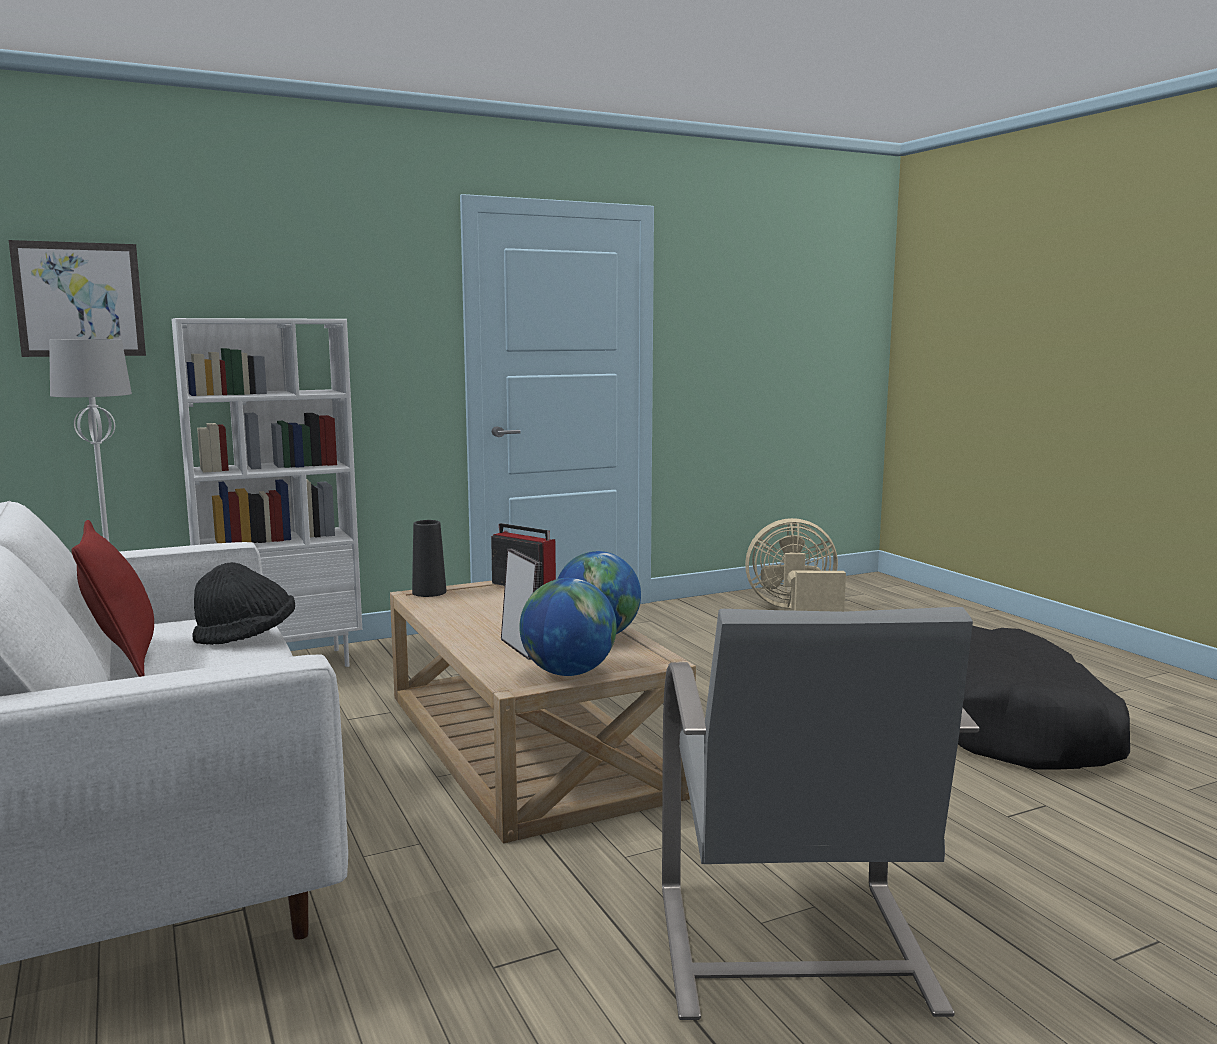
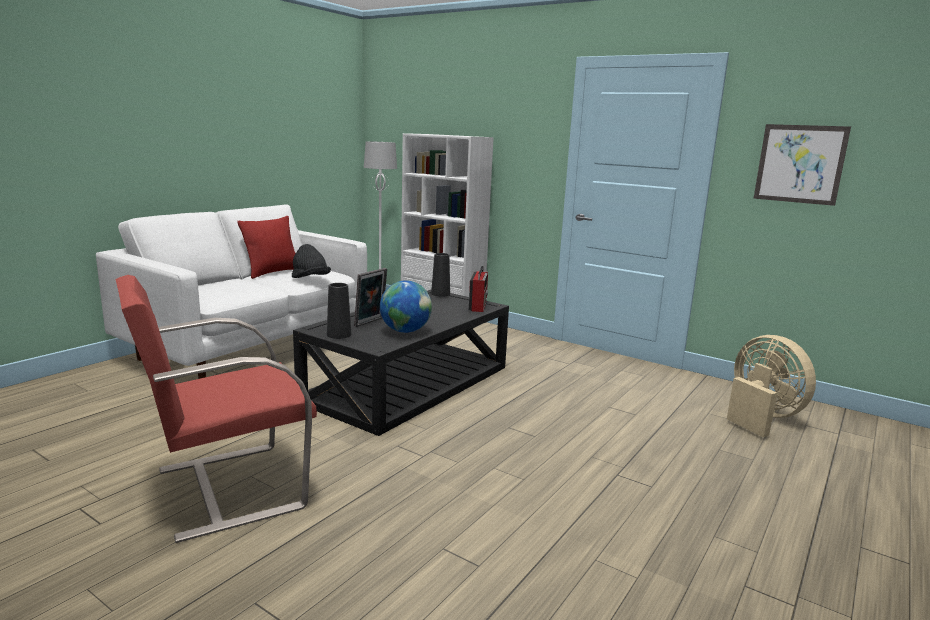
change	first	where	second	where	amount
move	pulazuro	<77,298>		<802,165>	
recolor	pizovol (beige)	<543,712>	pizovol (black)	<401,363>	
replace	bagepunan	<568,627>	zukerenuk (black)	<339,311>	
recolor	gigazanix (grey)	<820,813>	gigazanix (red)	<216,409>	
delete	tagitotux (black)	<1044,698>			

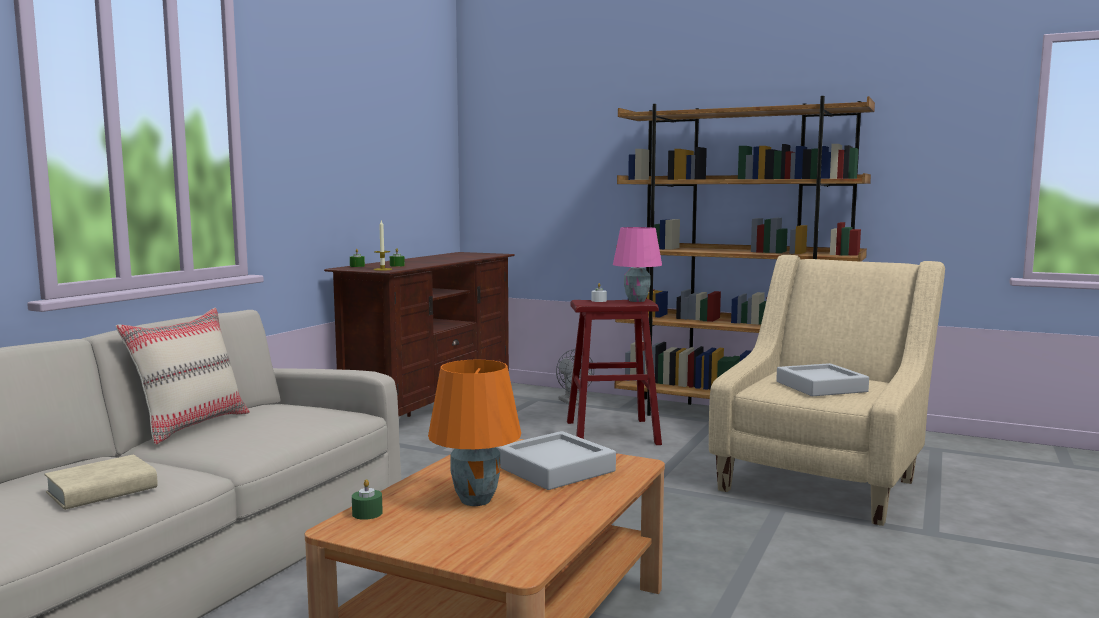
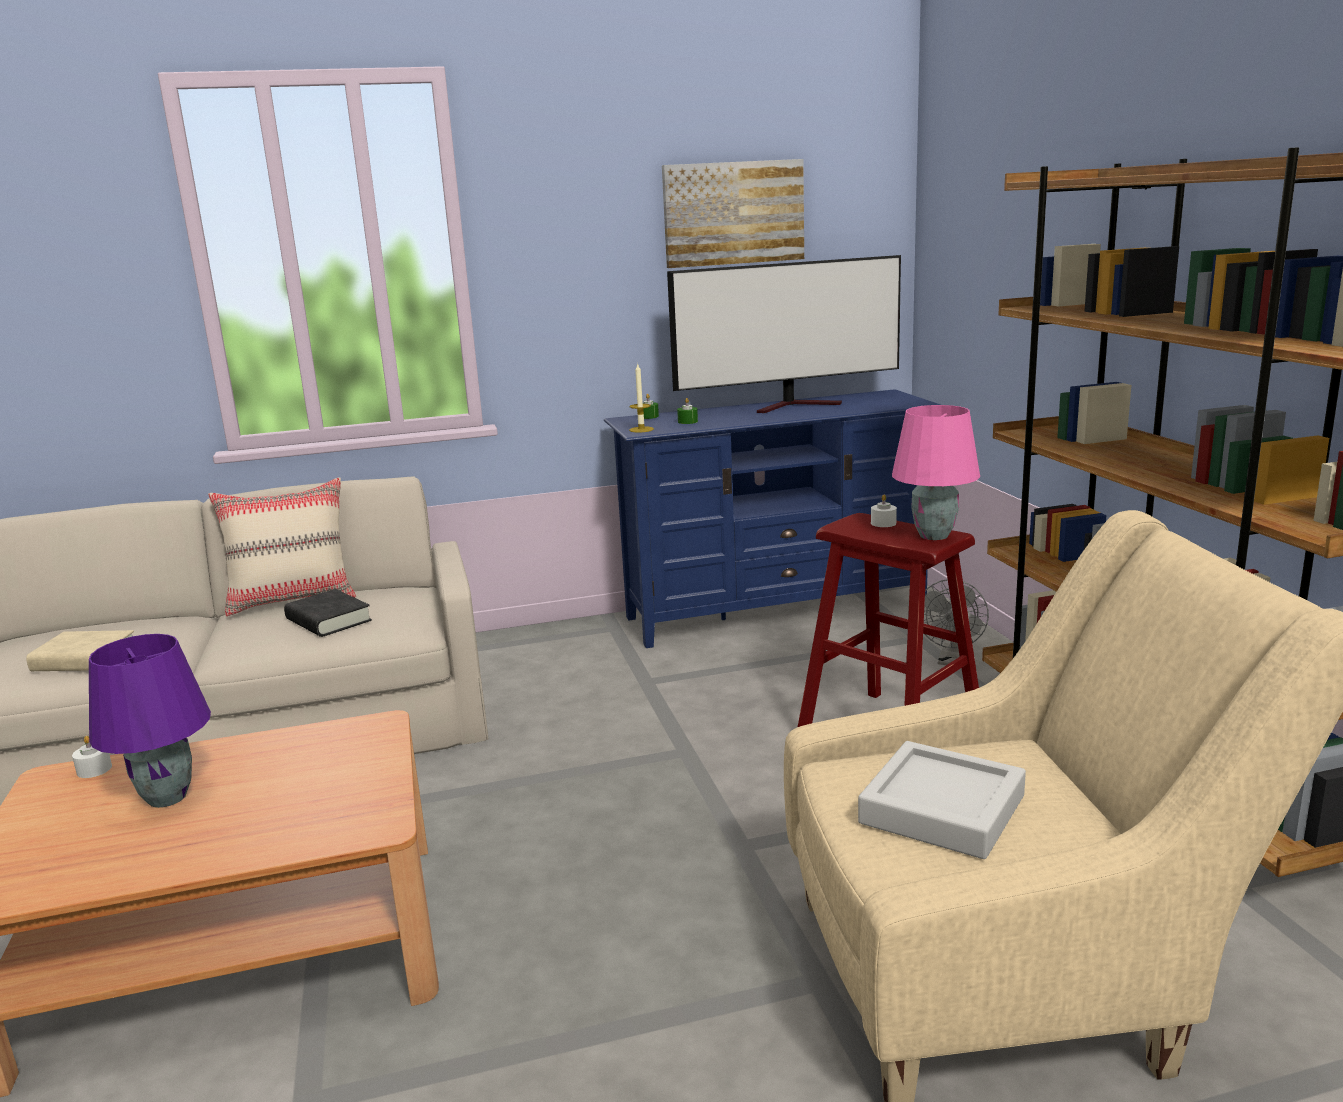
change	first	where	second	where	amount
recolor	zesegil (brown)	<419,334>	zesegil (blue)	<772,518>	
recolor	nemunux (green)	<367,499>	nemunux (white)	<92,757>	
recolor	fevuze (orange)	<474,433>	fevuze (purple)	<150,721>	
delete	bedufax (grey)	<556,460>			
insert			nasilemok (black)	<328,613>	
insert			pulazuro	<733,213>	
insert			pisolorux	<784,334>	

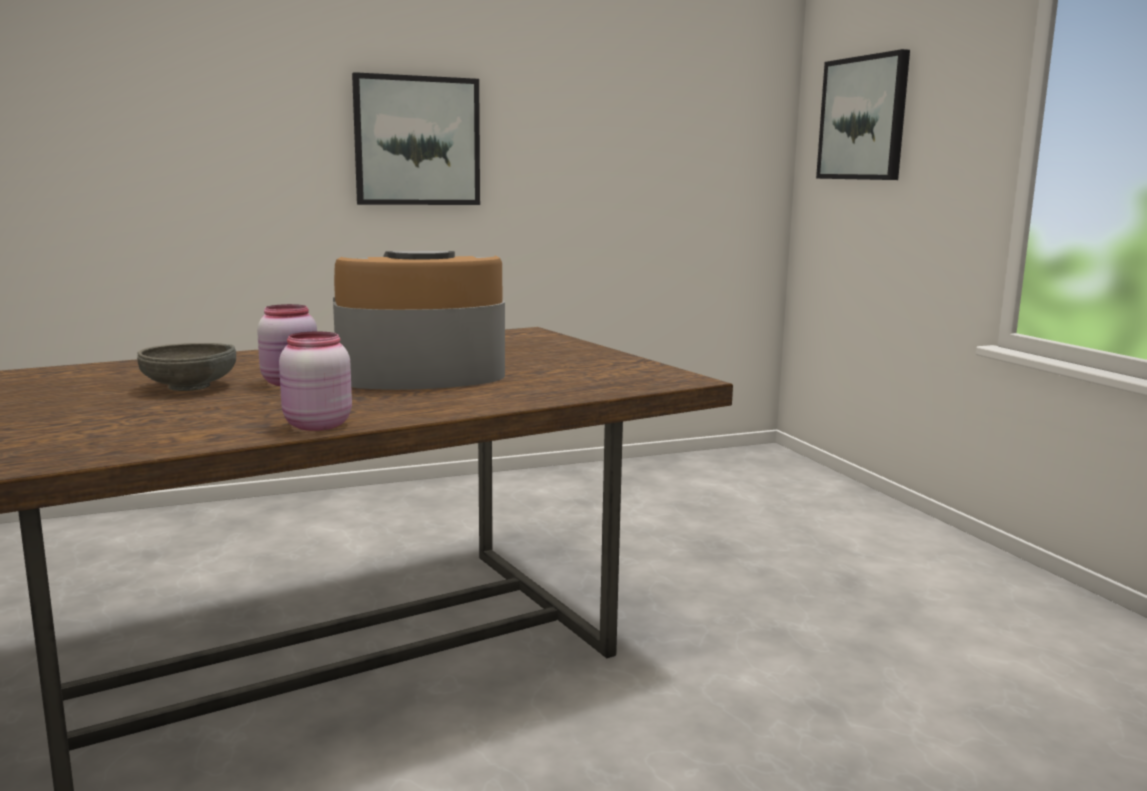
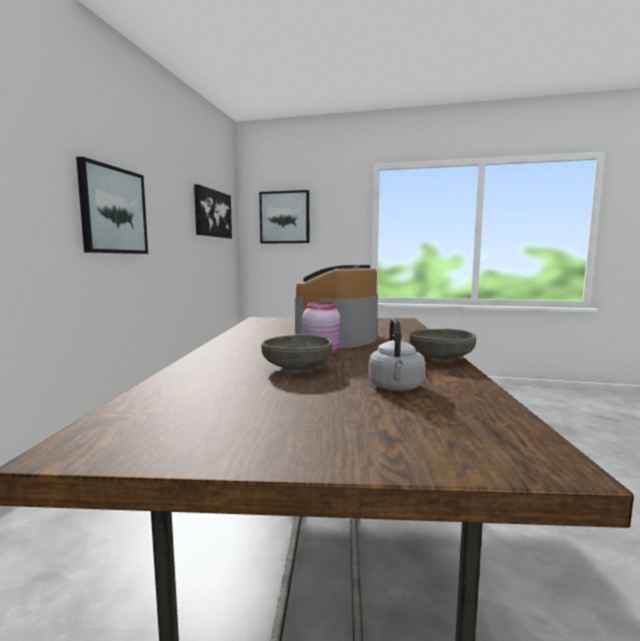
change	first	where	second	where	amount
replace	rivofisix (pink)	<315,381>	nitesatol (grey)	<442,345>	
insert			pulazuro	<213,211>	
insert			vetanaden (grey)	<396,354>	

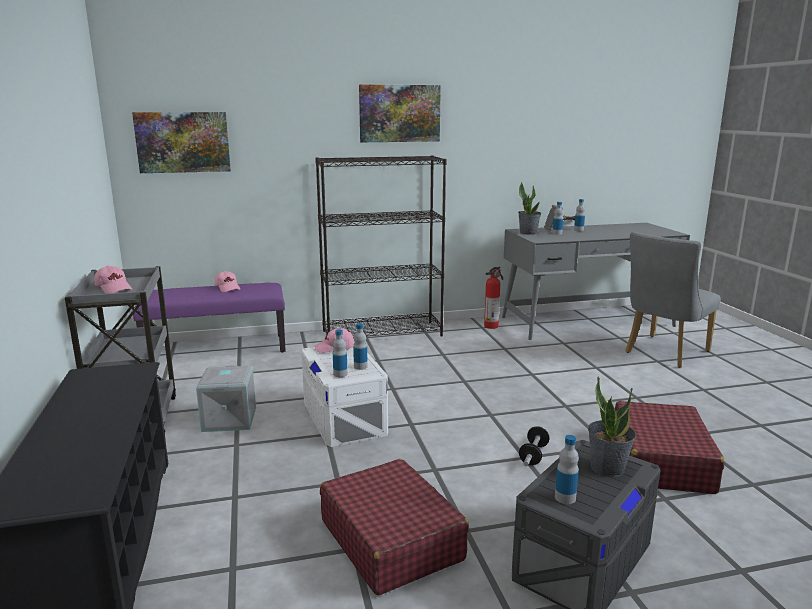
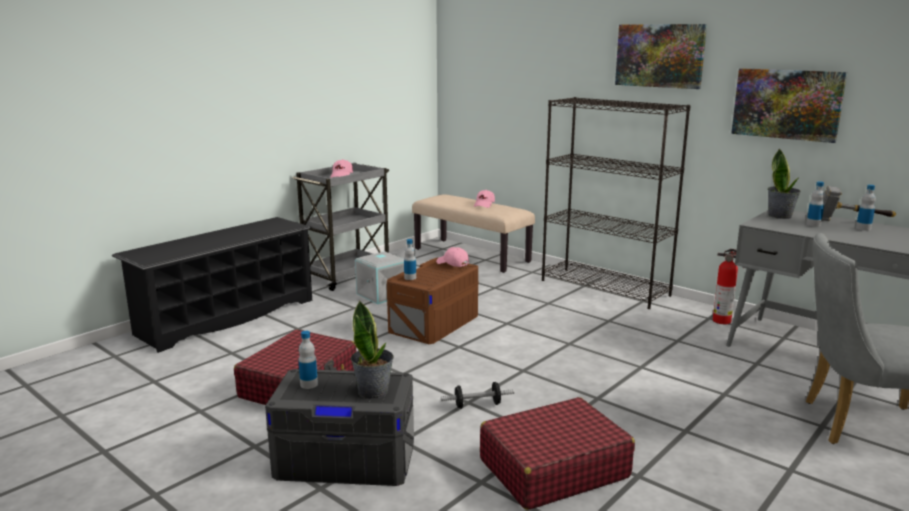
change	first	where	second	where	amount
move	pulazuro	<181,142>		<789,105>	
recolor	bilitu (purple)	<209,318>	bilitu (beige)	<473,233>	
recolor	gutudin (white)	<345,395>	gutudin (brown)	<432,300>	
delete	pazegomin	<360,346>			

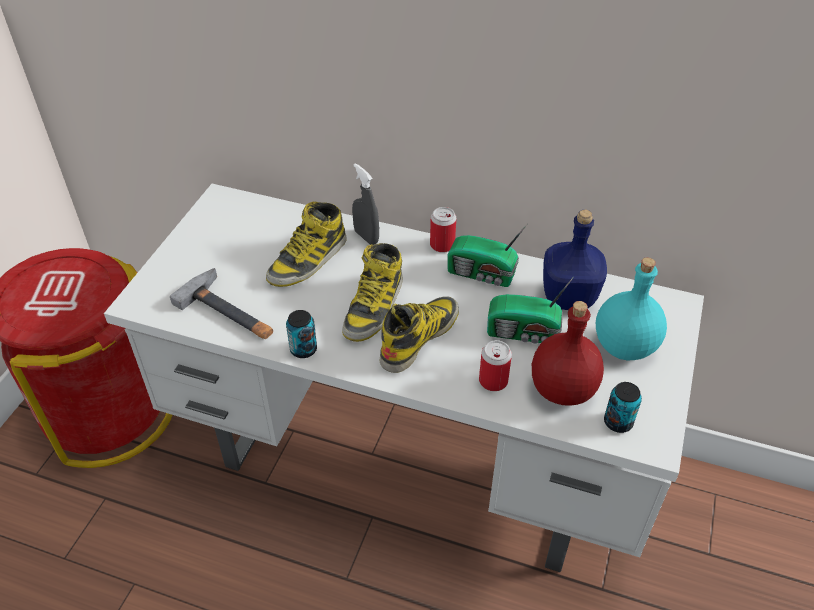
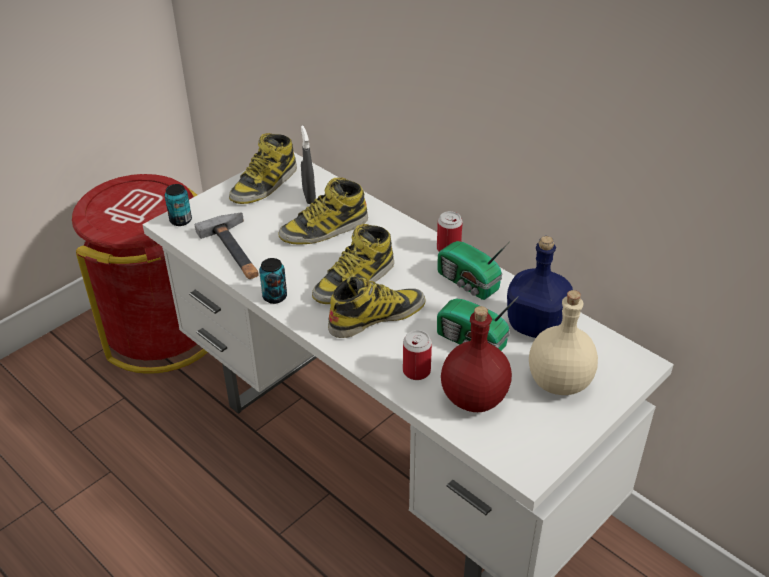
change	first	where	second	where	amount
move	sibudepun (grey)	<365,204>		<308,164>	
recolor	pazegomin (turquoise)	<631,308>	pazegomin (beige)	<563,342>	
move	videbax	<623,407>		<178,205>	
insert			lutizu	<263,168>	

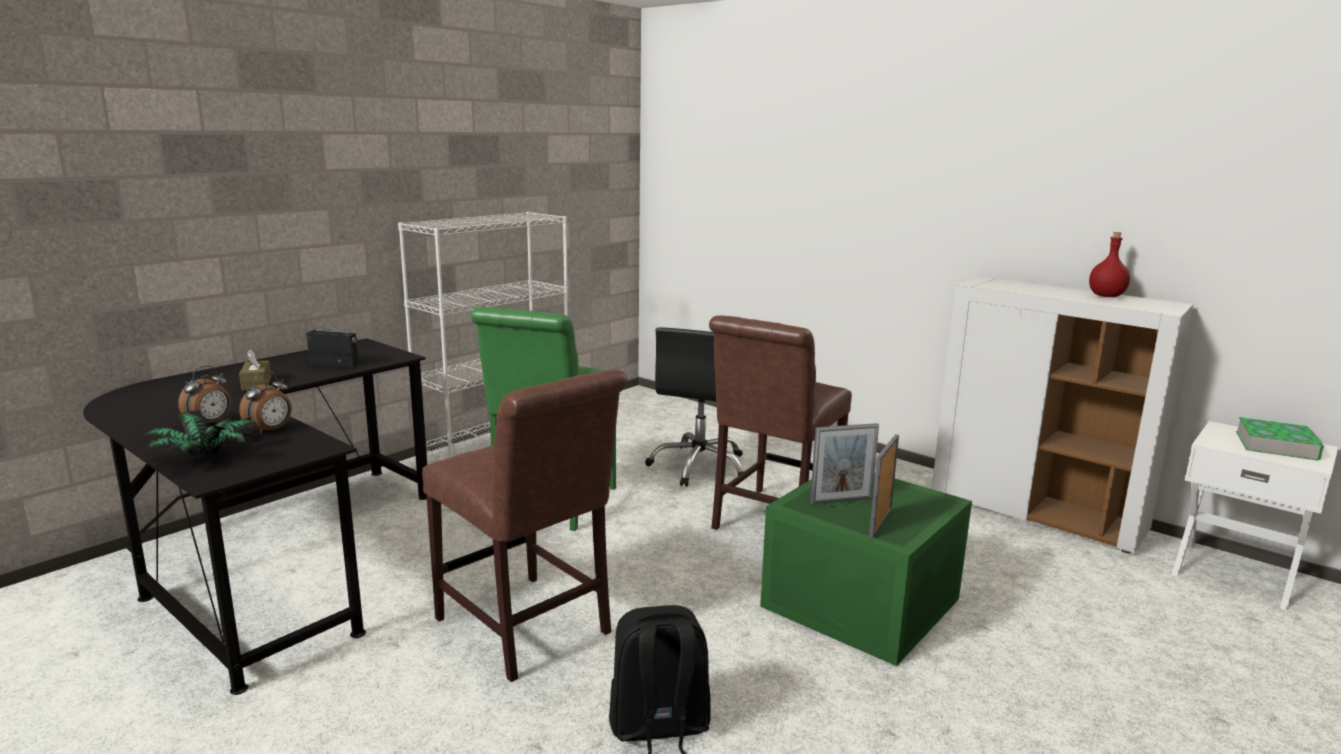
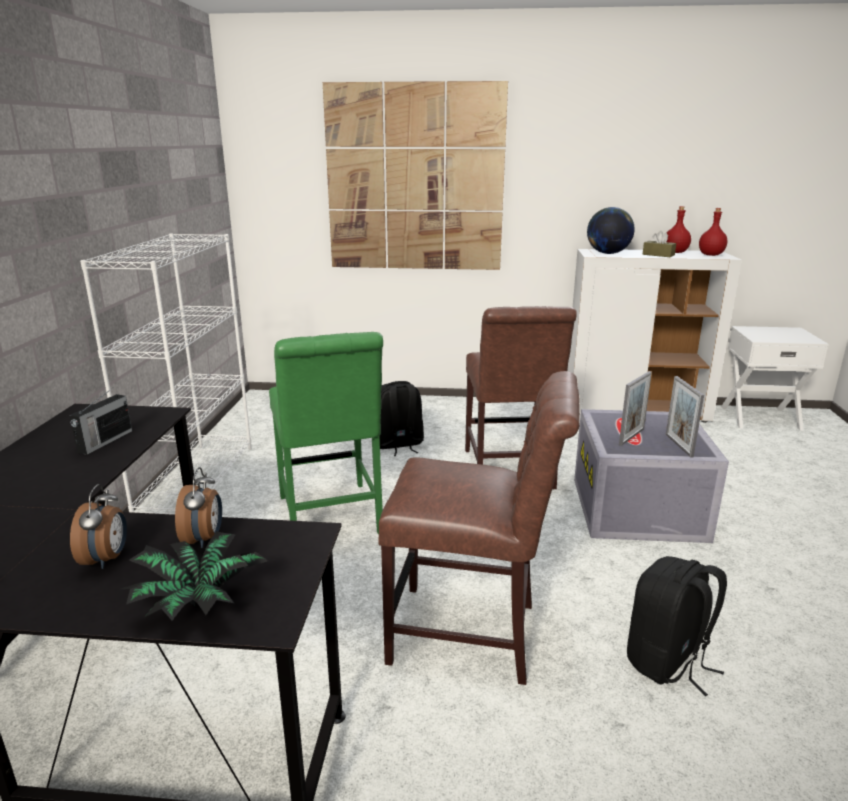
change	first	where	second	where	amount
move	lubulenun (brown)	<255,370>		<659,244>	
rotate	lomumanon	<332,345>		<100,421>	135 degrees clockwise
replace	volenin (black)	<694,407>	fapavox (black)	<402,418>	
recolor	gutudin (green)	<866,569>	gutudin (grey)	<651,476>	
delete	nasilemok	<1280,439>			
insert			pulazuro	<415,175>	
insert			bagepunan	<611,230>	
insert			pazegomin (red)	<713,232>	

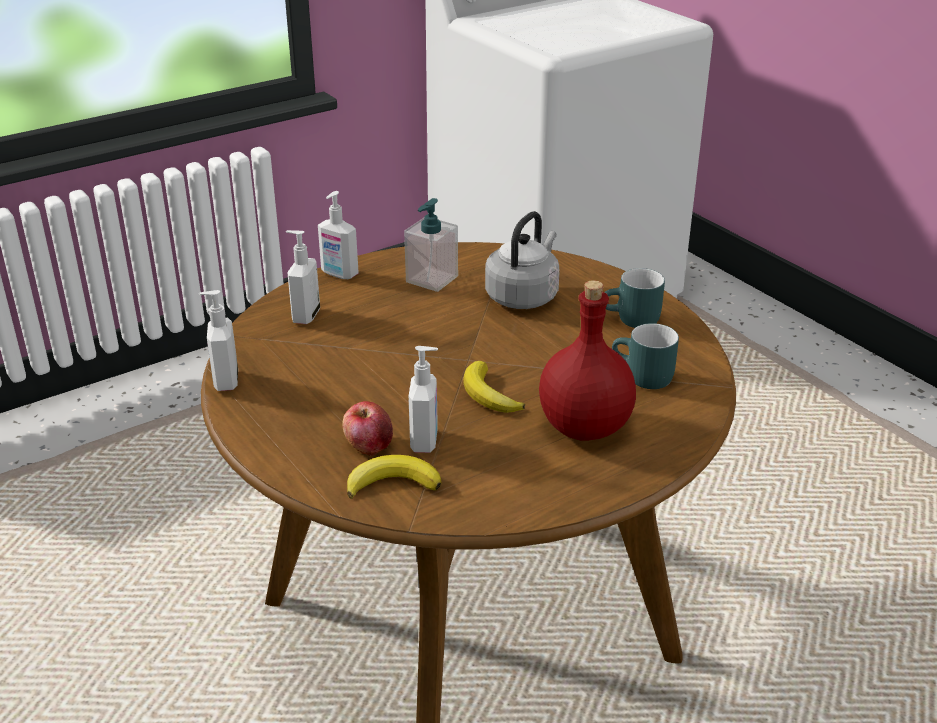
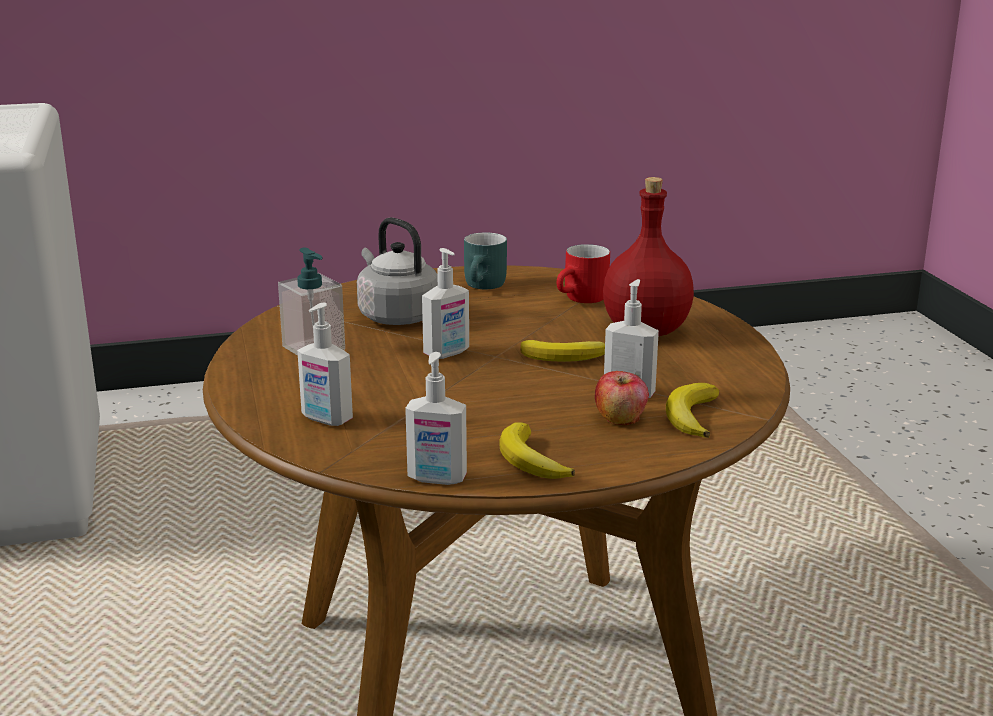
change	first	where	second	where	amount
move	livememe	<338,235>		<445,303>	
recolor	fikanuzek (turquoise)	<645,356>	fikanuzek (red)	<583,273>	
insert			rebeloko	<537,450>	

